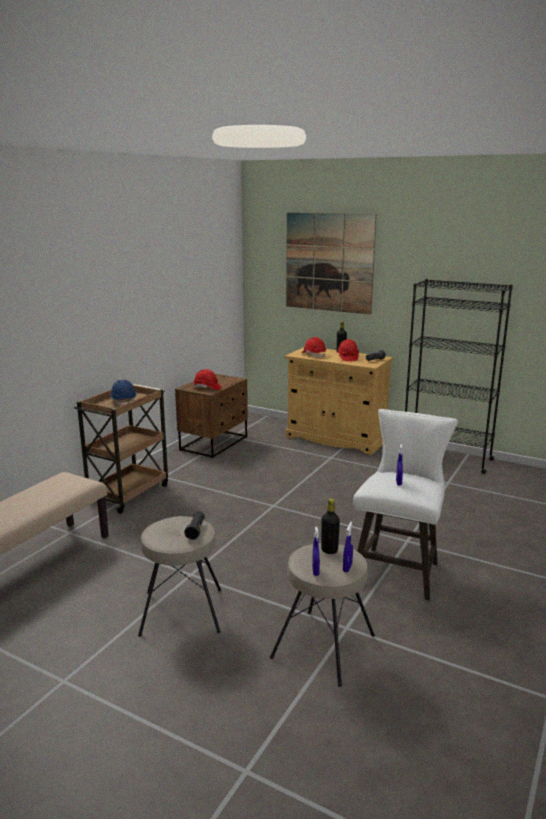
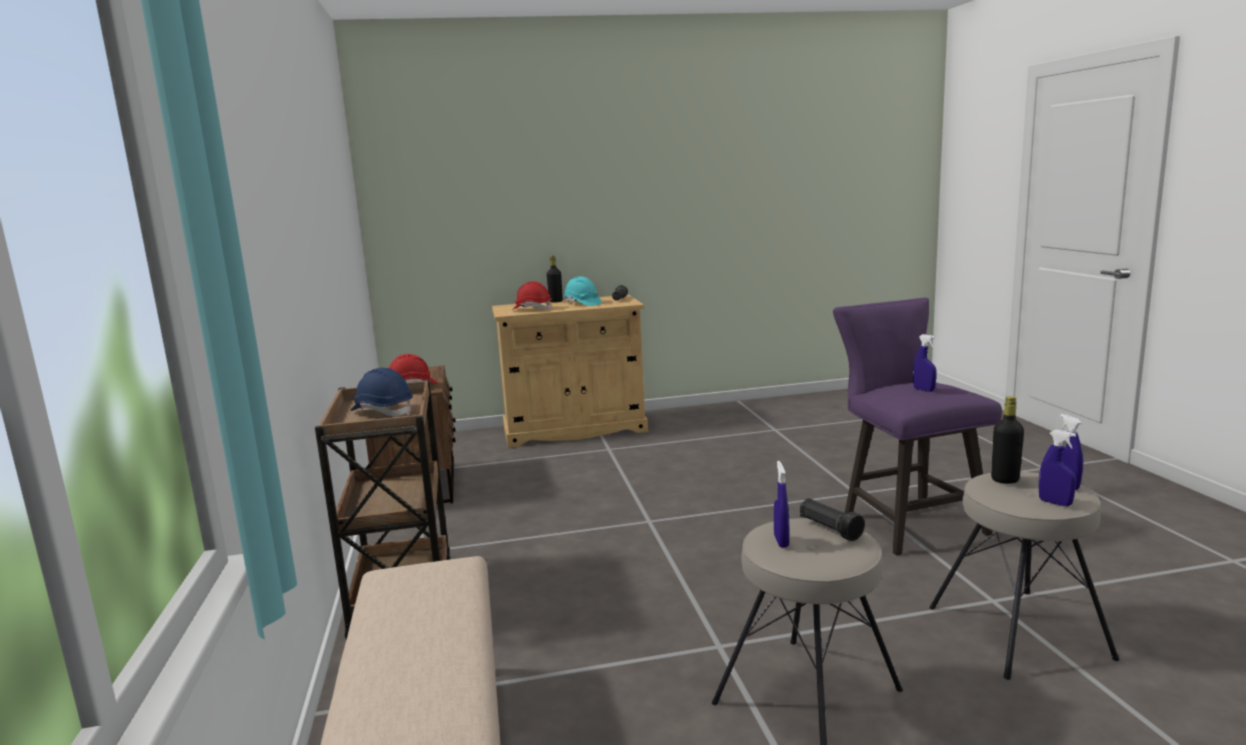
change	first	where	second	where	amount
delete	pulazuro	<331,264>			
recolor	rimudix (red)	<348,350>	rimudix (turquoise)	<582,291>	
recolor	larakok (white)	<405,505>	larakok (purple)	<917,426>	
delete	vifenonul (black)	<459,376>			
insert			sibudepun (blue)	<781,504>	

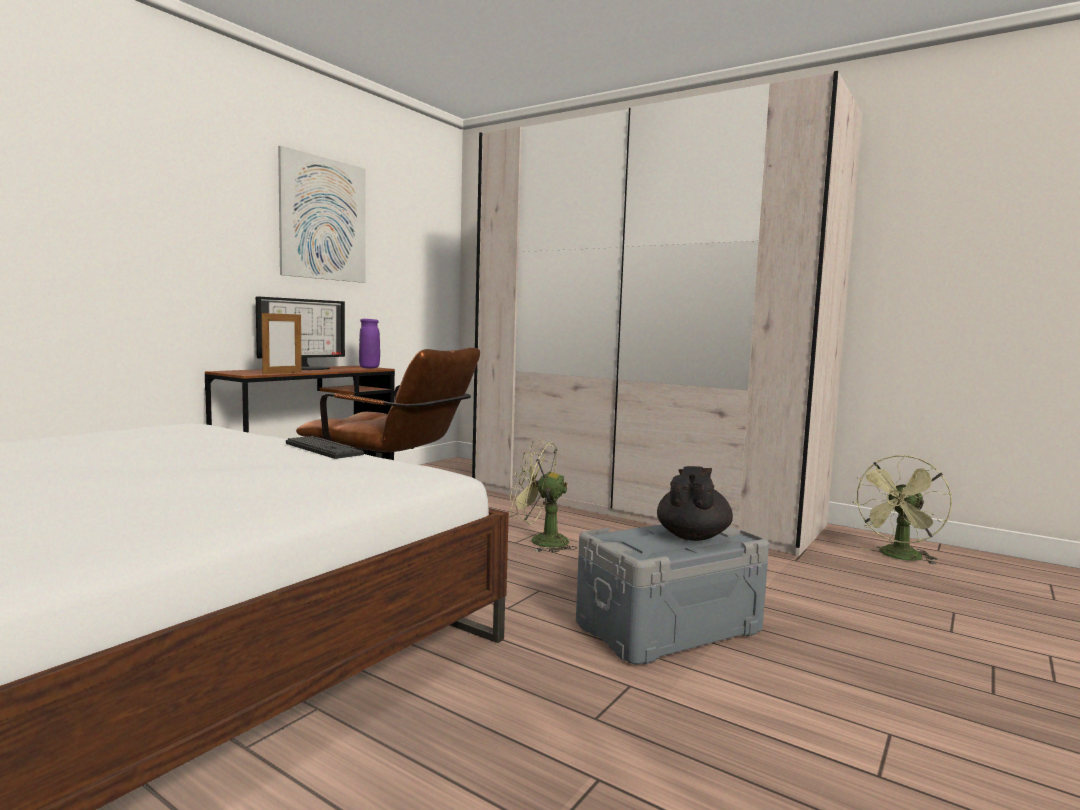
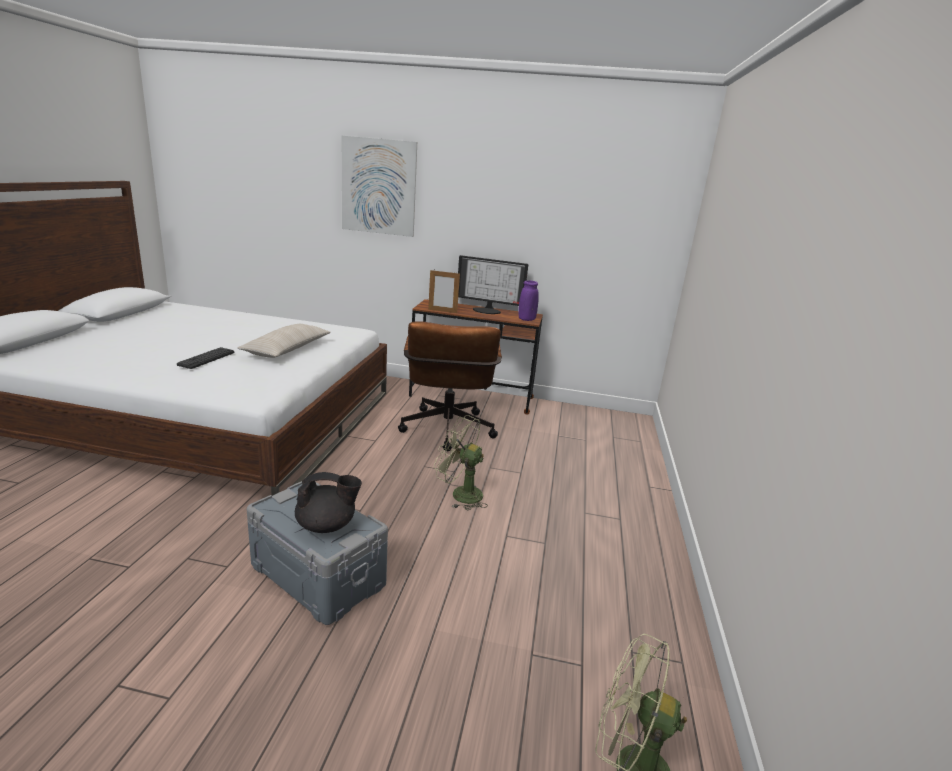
change	first	where	second	where	amount
move	pulazuro	<322,214>		<379,186>	
move	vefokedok	<325,447>		<205,358>	
delete	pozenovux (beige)	<667,313>			
rotate	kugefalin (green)	<543,496>		<461,463>	60 degrees counterclockwise
insert			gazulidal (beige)	<284,341>	

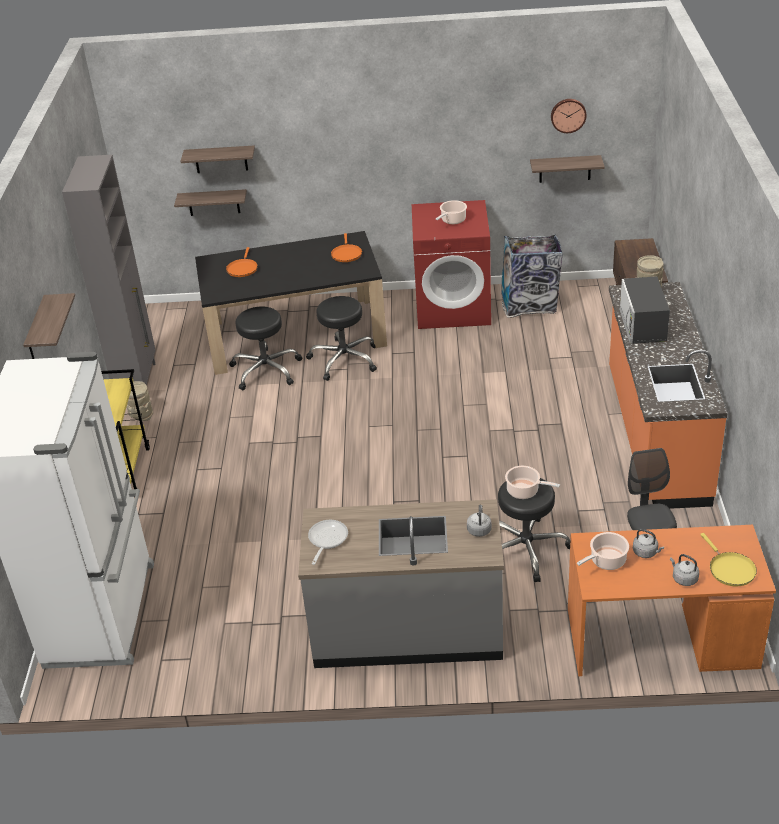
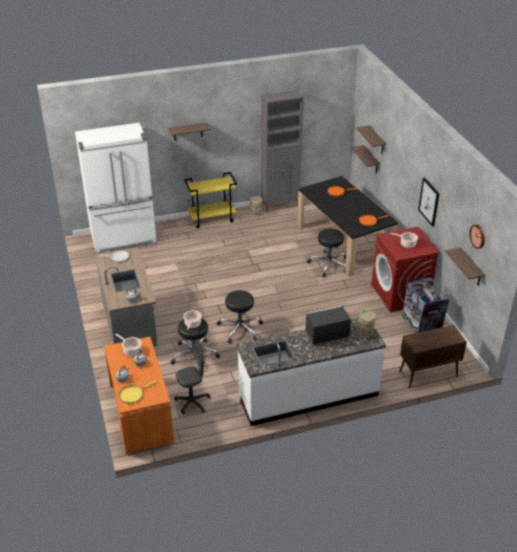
change	first	where	second	where	amount
move	larakok (black)	<265,348>		<240,317>	
recolor	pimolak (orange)	<668,395>	pimolak (white)	<311,372>	
insert			pulazuro	<429,202>	

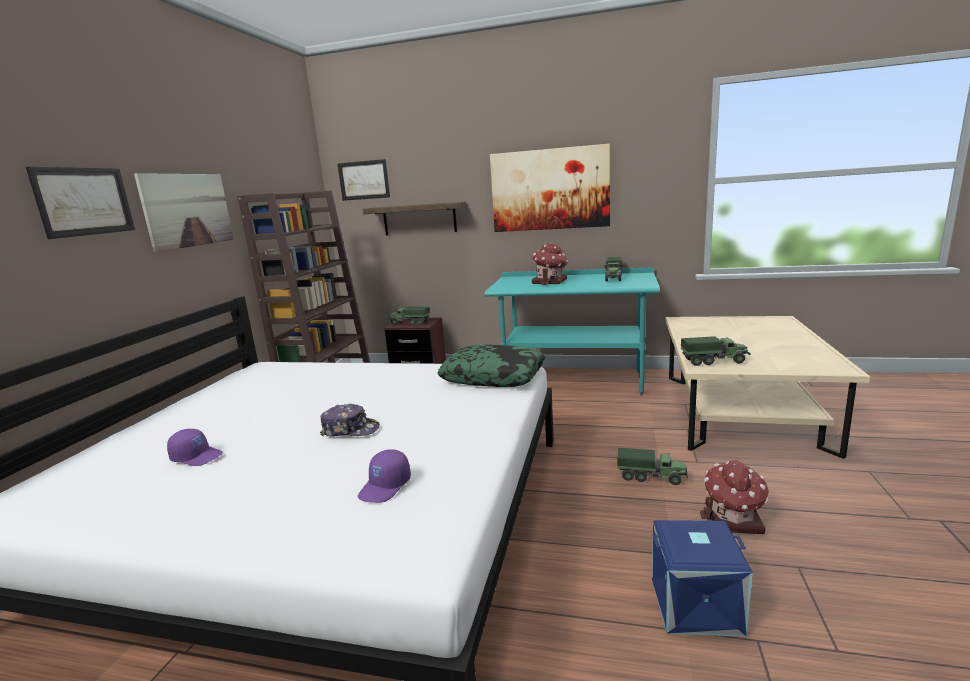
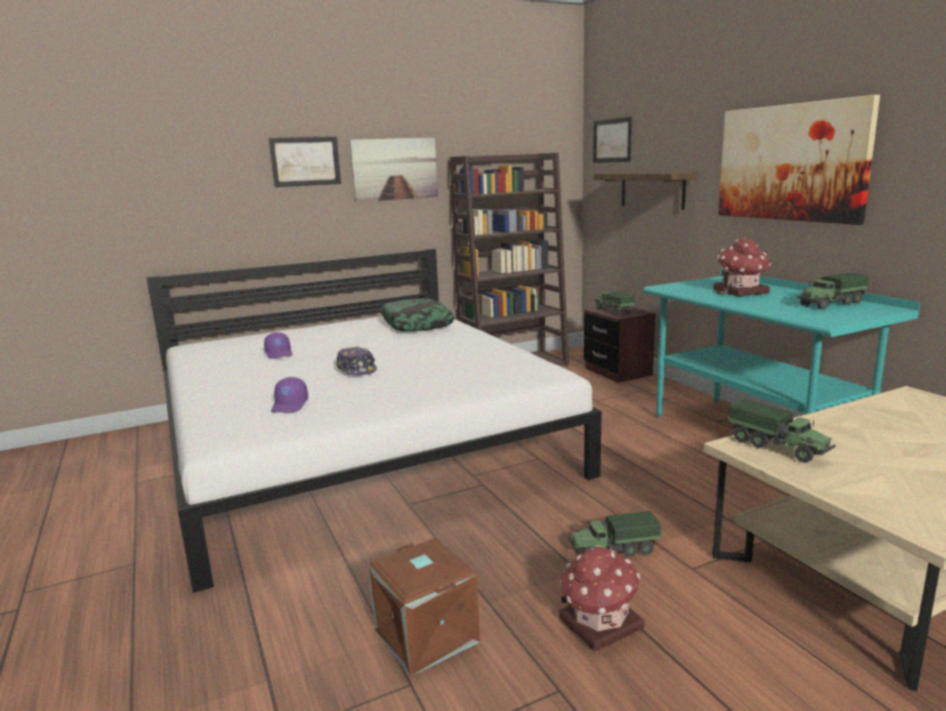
change	first	where	second	where	amount
rotate	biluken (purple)	<384,476>		<289,394>	75 degrees counterclockwise
move	gazulidal	<491,366>		<417,315>	
rotate	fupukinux	<652,466>		<615,534>	105 degrees clockwise
recolor	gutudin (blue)	<702,578>	gutudin (brown)	<424,607>	

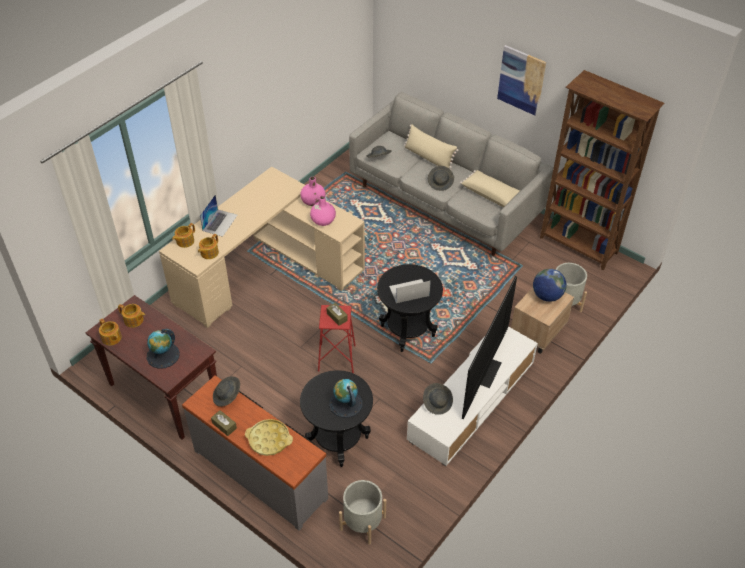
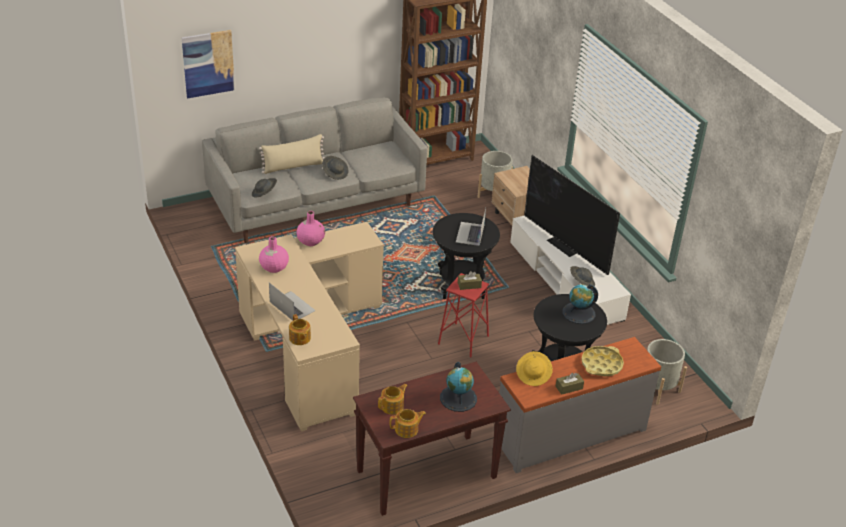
change	first	where	second	where	amount
delete	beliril	<208,246>			
recolor	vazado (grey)	<226,391>	vazado (yellow)	<534,368>	
move	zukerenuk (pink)	<323,210>		<274,254>	
delete	gazulidal (beige)	<490,188>			
move	pulazuro	<521,80>		<208,64>	
delete	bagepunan	<550,285>			

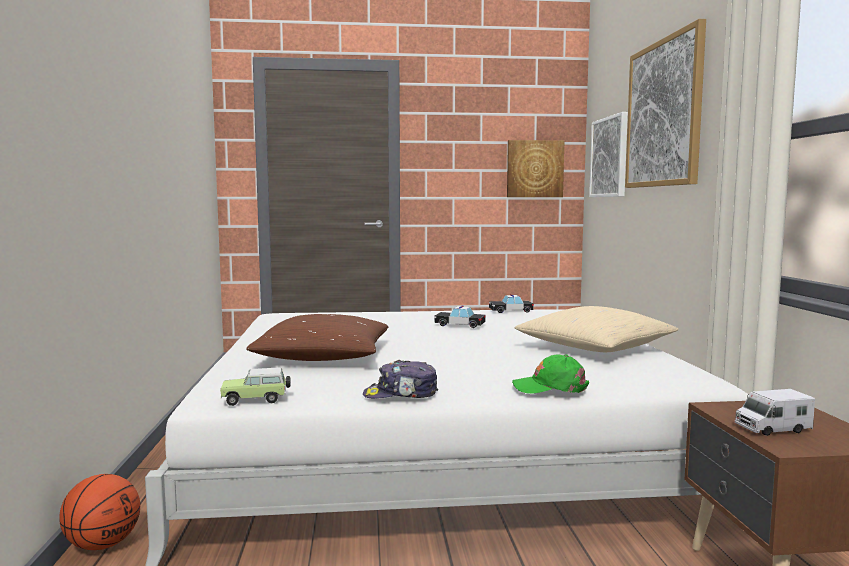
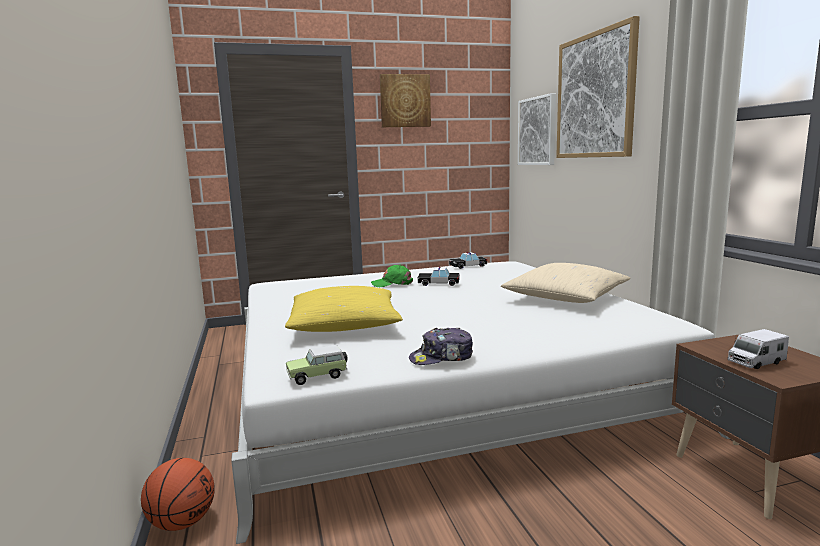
change	first	where	second	where	amount
recolor	gazulidal (brown)	<317,337>	gazulidal (yellow)	<344,309>	
move	pulazuro	<535,168>		<405,100>	
move	biluken (green)	<550,374>		<392,276>	

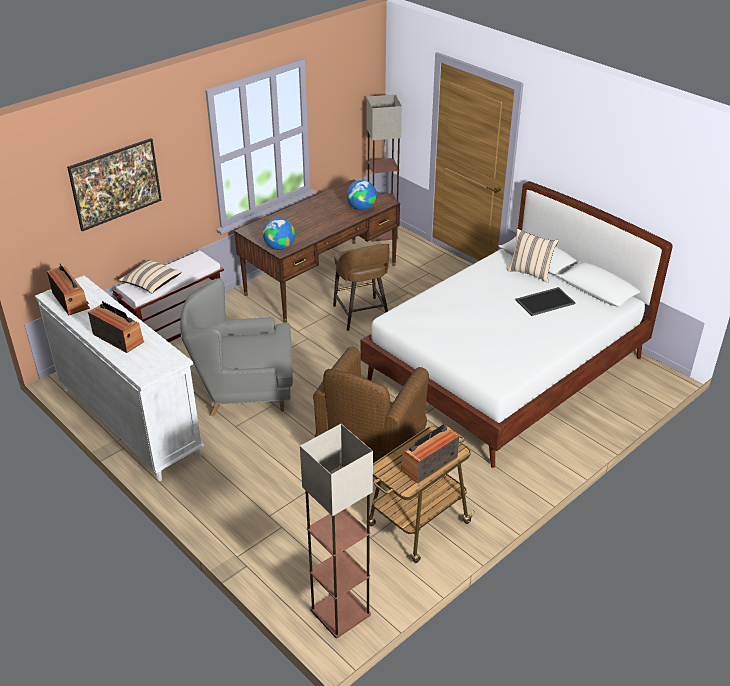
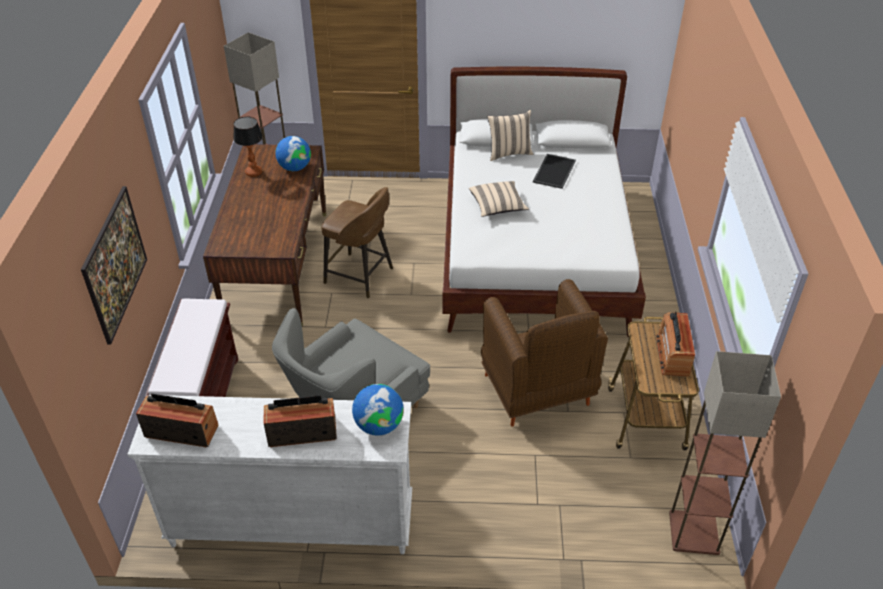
change	first	where	second	where	amount
move	gazulidal (beige)	<150,277>		<499,199>	
move	bagepunan	<279,234>		<378,410>	
insert			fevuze	<248,146>	

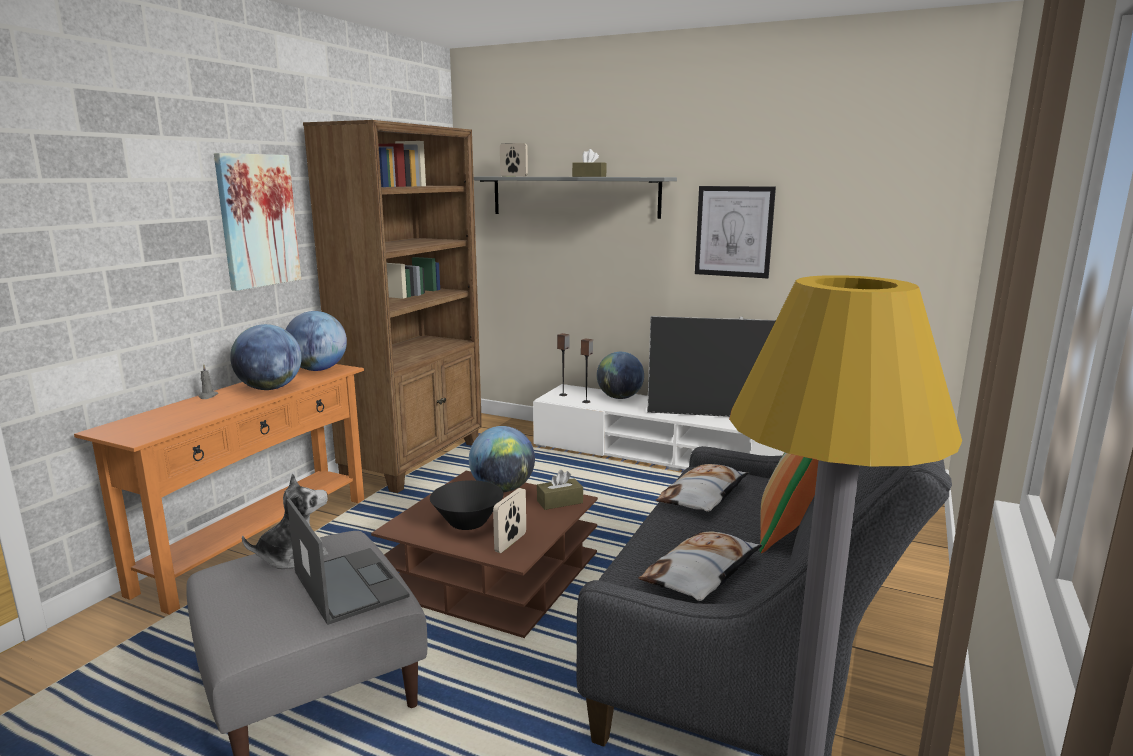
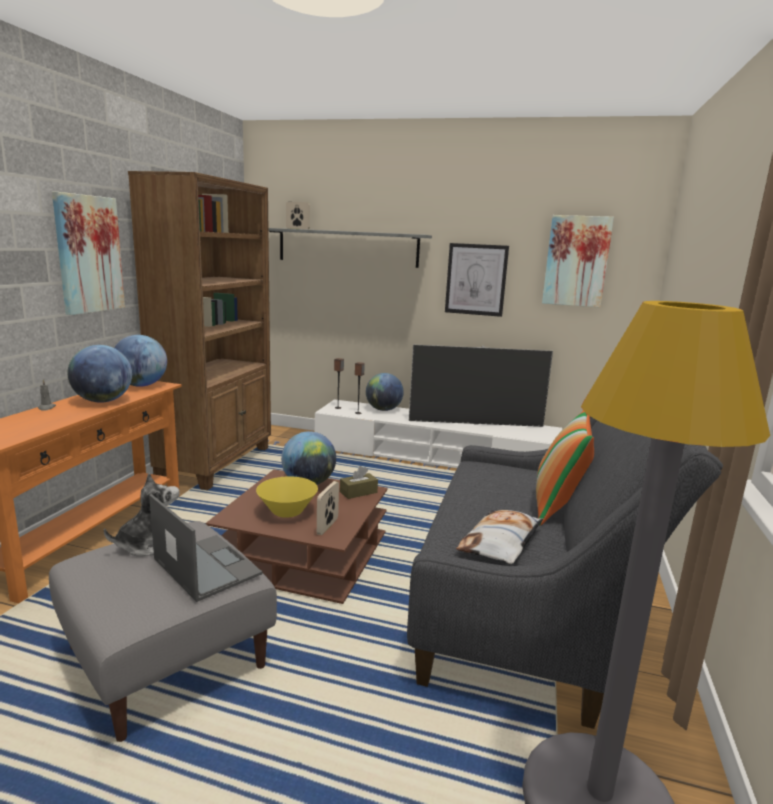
change	first	where	second	where	amount
recolor	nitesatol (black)	<467,505>	nitesatol (yellow)	<287,497>	
delete	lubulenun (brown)	<589,163>			
delete	gazulidal	<702,488>			
insert			pulazuro	<578,261>	

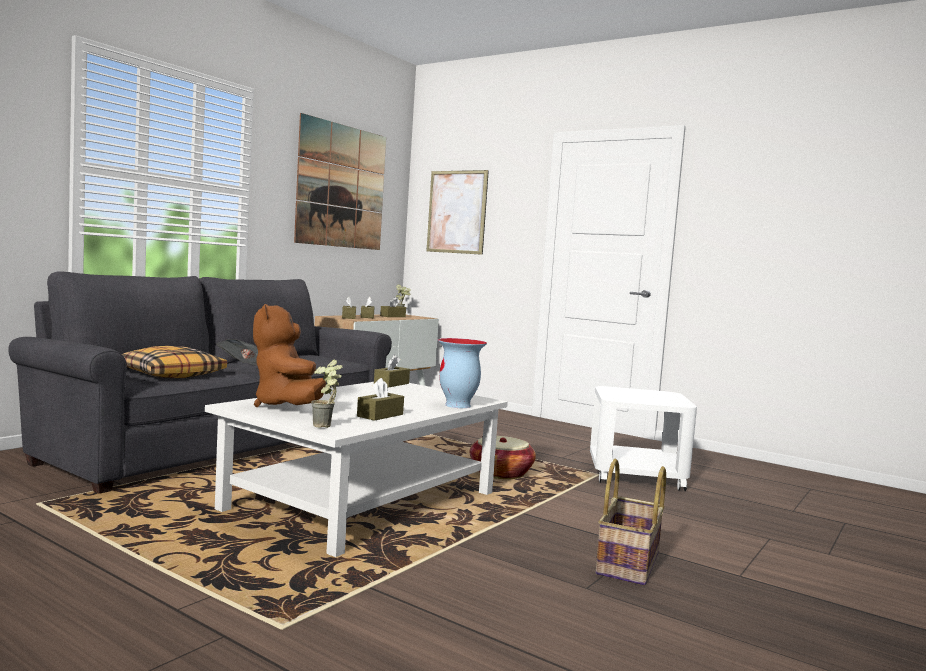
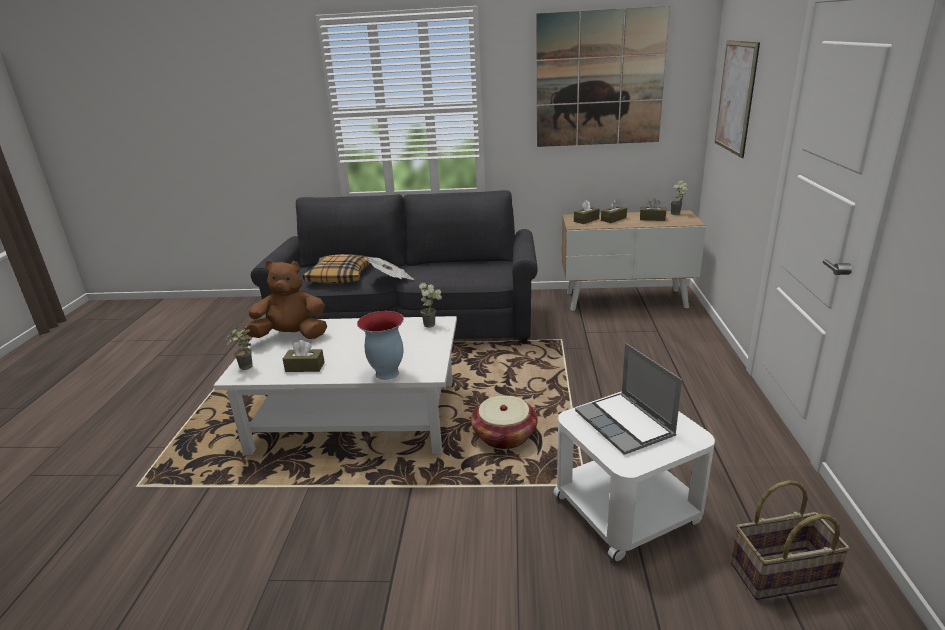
change	first	where	second	where	amount
rotate	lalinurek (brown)	<289,355>		<285,299>	45 degrees clockwise
replace	lubulenun (brown)	<392,371>	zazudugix	<430,305>	
move	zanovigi	<631,522>		<790,540>	
insert			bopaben	<628,399>	

